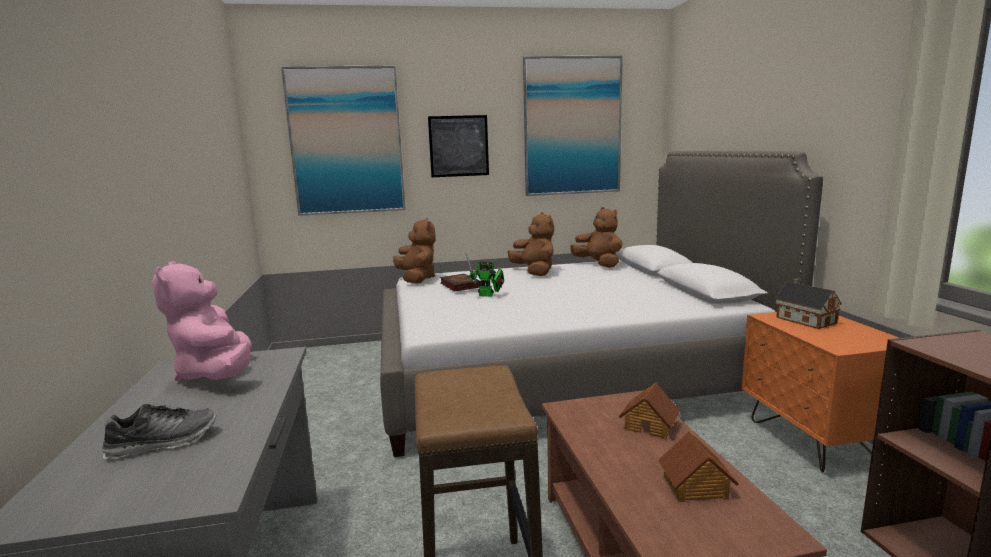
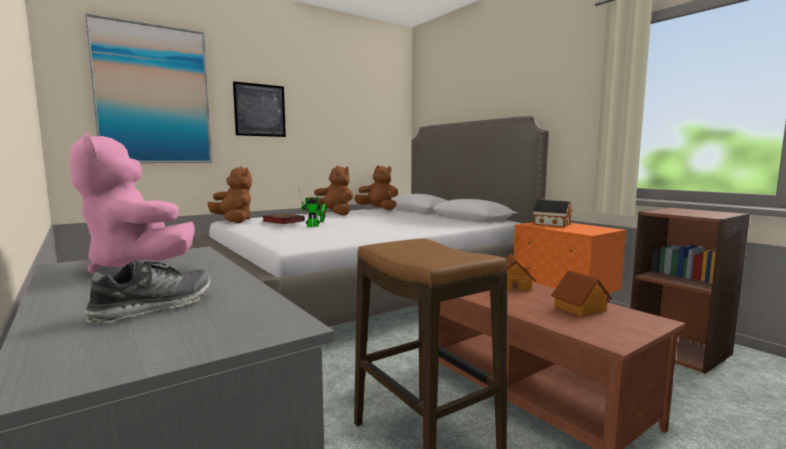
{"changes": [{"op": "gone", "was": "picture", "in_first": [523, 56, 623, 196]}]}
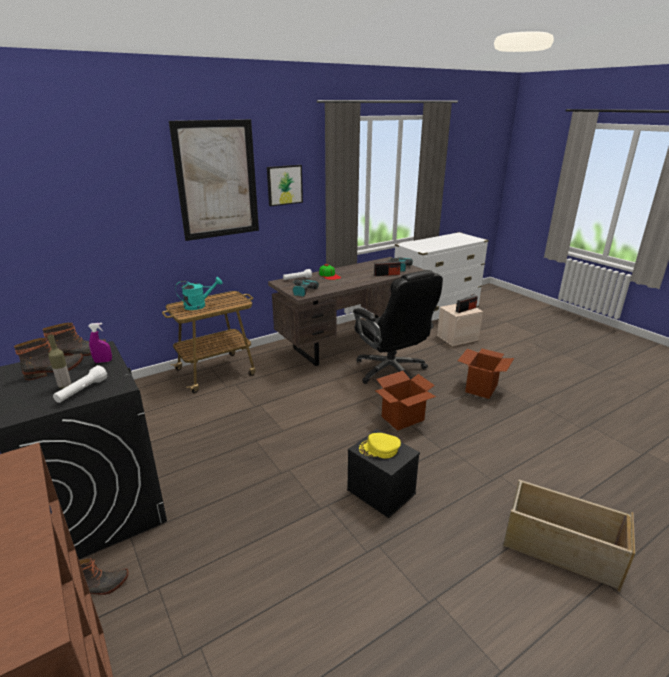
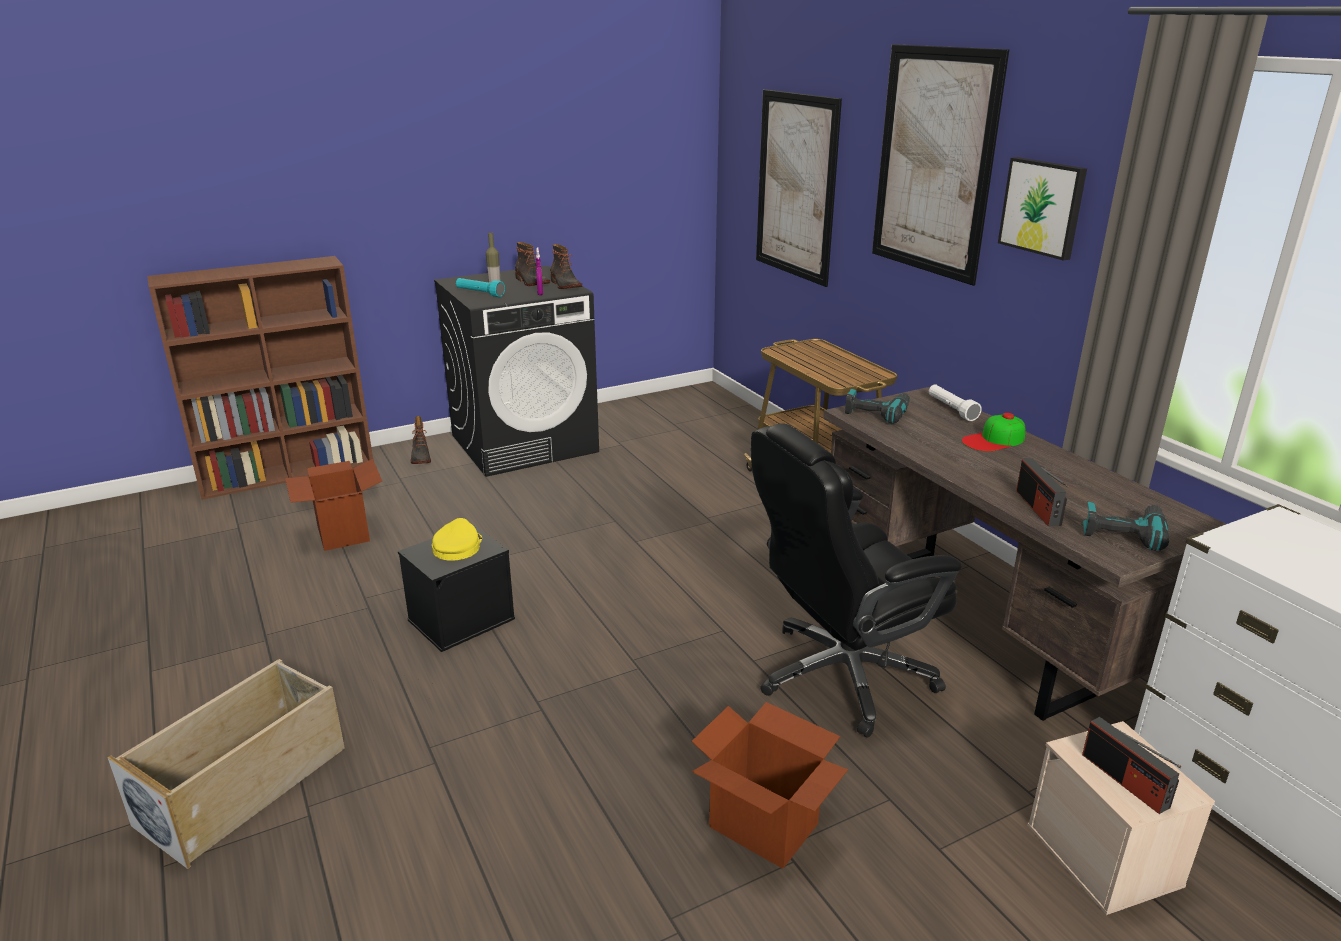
{"changes": [{"op": "shifted", "was": "cardboard box", "in_first": [375, 371, 436, 431], "in_second": [285, 459, 382, 551]}, {"op": "repainted", "was": "flashlight (white)", "now": "flashlight (turquoise)", "in_first": [53, 365, 107, 403], "in_second": [456, 278, 505, 297]}, {"op": "new", "now": "picture", "in_second": [756, 89, 842, 287]}, {"op": "gone", "was": "watering can (turquoise)", "in_first": [175, 277, 223, 310]}]}
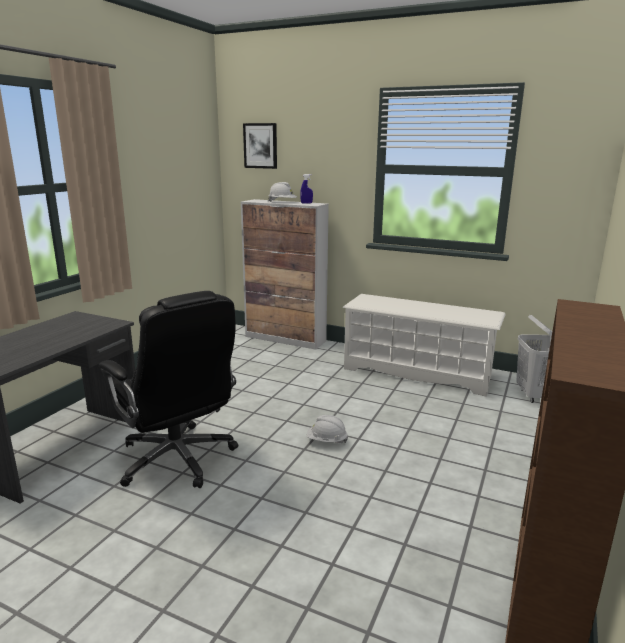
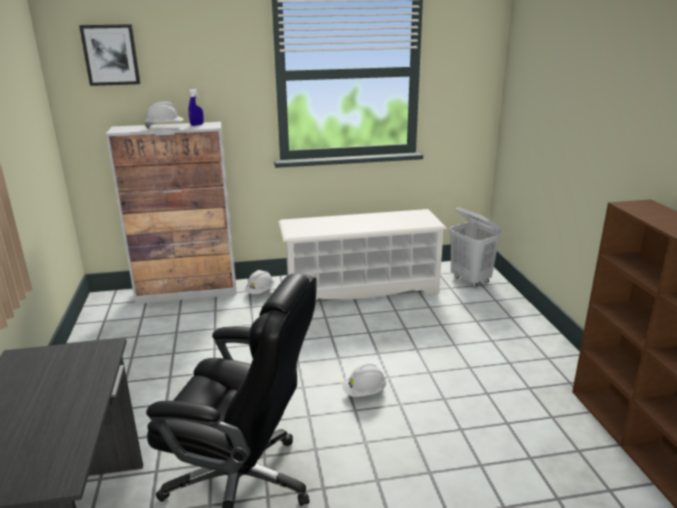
{"changes": [{"op": "new", "now": "hard hat (white)", "in_second": [244, 270, 274, 294]}]}
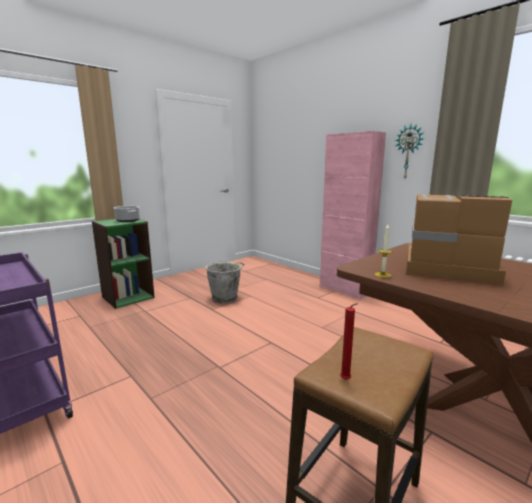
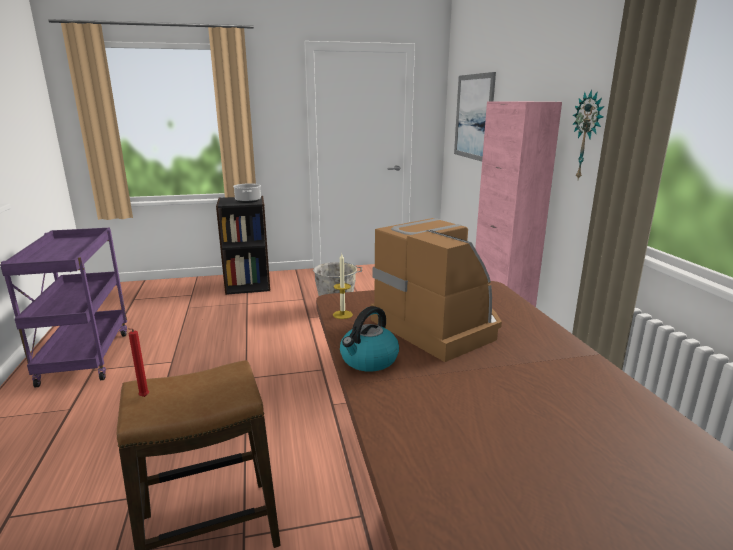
{"changes": [{"op": "repainted", "was": "bookcase (green)", "now": "bookcase (black)", "in_first": [92, 219, 155, 309], "in_second": [216, 196, 270, 295]}, {"op": "new", "now": "kettle", "in_second": [340, 306, 399, 372]}, {"op": "new", "now": "picture", "in_second": [454, 72, 496, 161]}]}
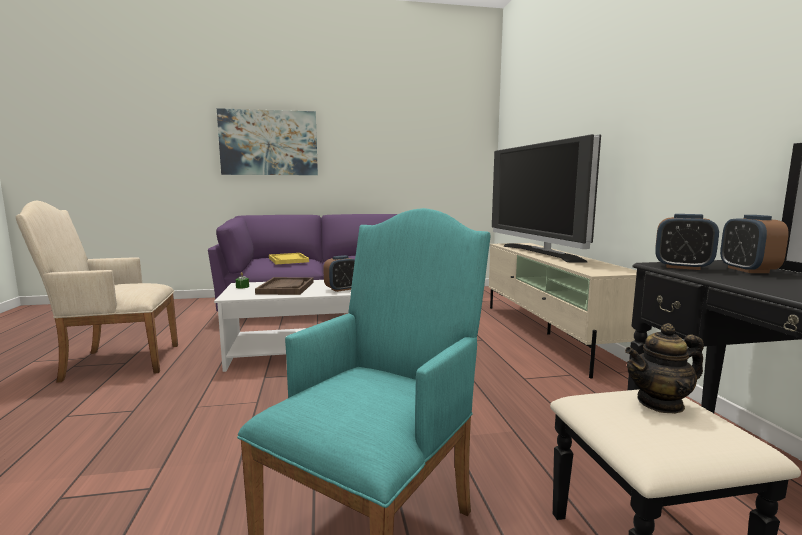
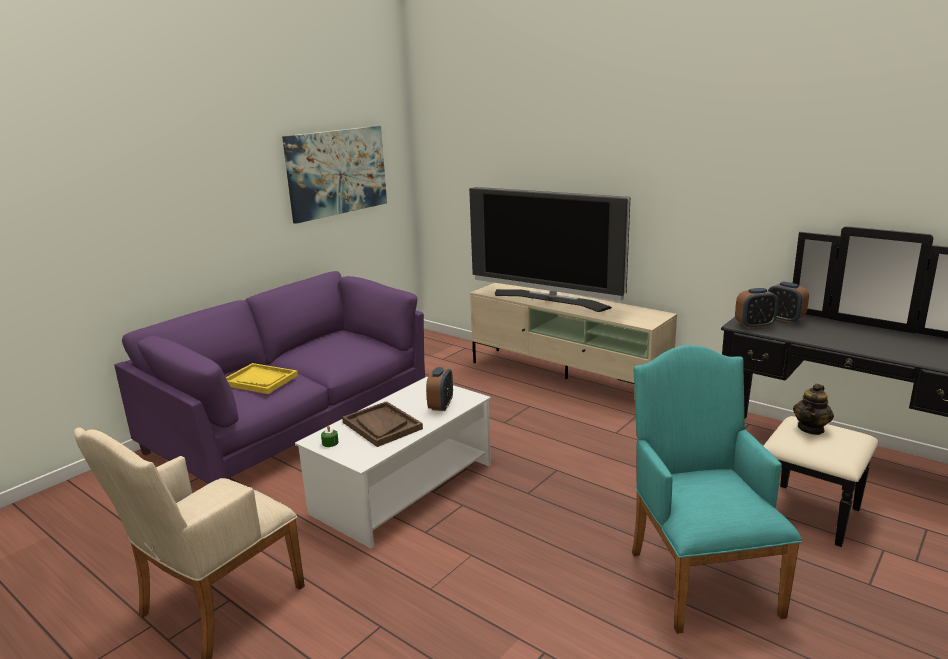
{"changes": [{"op": "shifted", "was": "picture", "in_first": [217, 108, 318, 175], "in_second": [282, 126, 387, 224]}]}
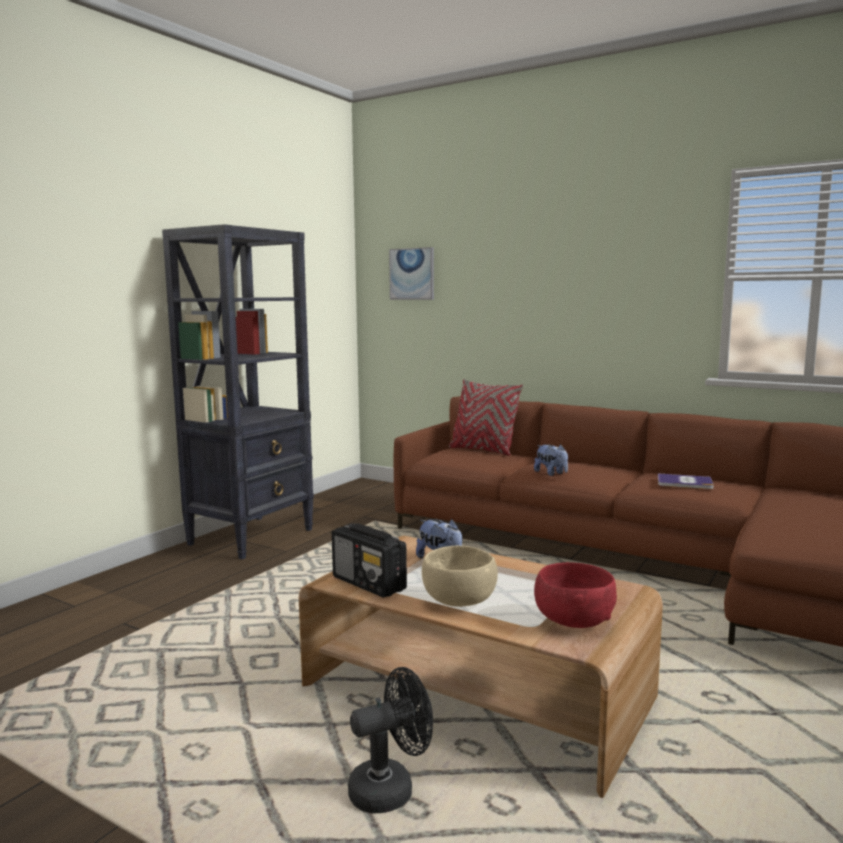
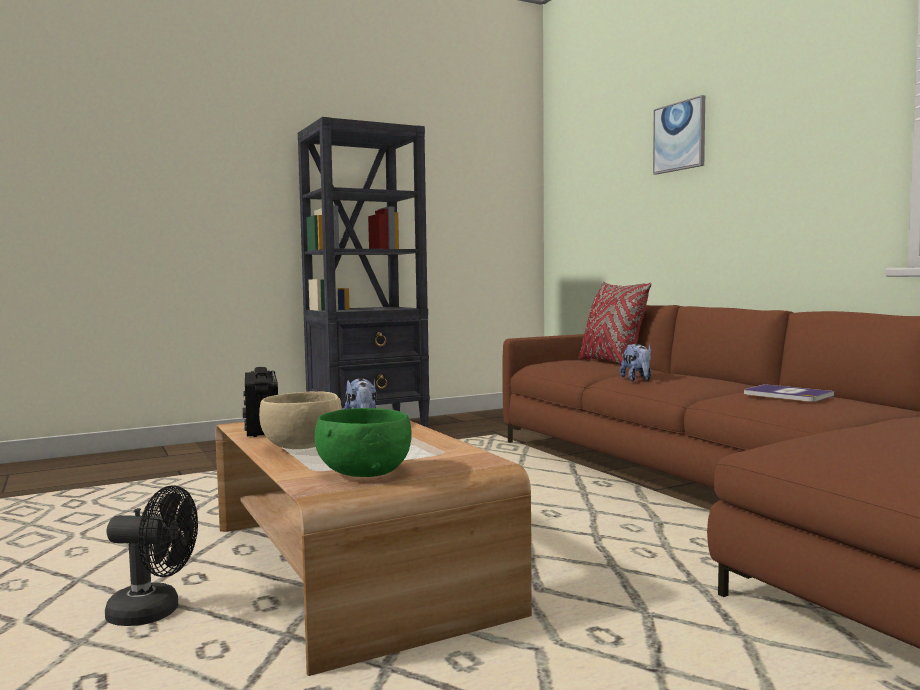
{"changes": [{"op": "repainted", "was": "bowl (red)", "now": "bowl (green)", "in_first": [534, 562, 617, 628], "in_second": [315, 408, 412, 477]}, {"op": "shifted", "was": "picture", "in_first": [389, 247, 434, 300], "in_second": [653, 95, 705, 175]}]}
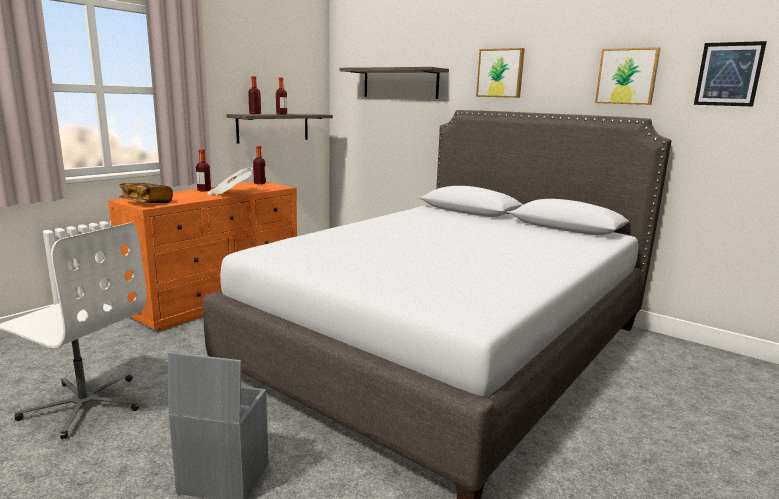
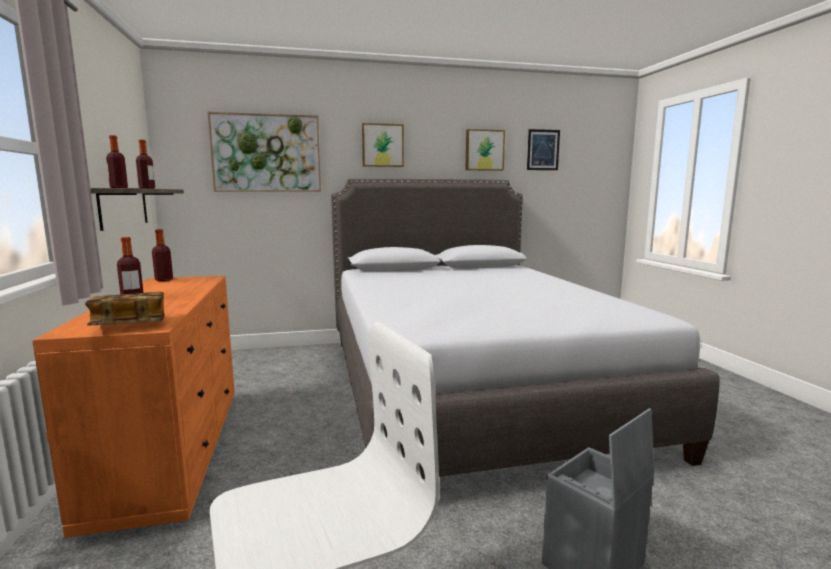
{"changes": [{"op": "swapped", "was": "shelf", "now": "picture", "in_first": [340, 67, 449, 99], "in_second": [208, 112, 321, 192]}, {"op": "gone", "was": "newspaper", "in_first": [207, 167, 253, 195]}]}
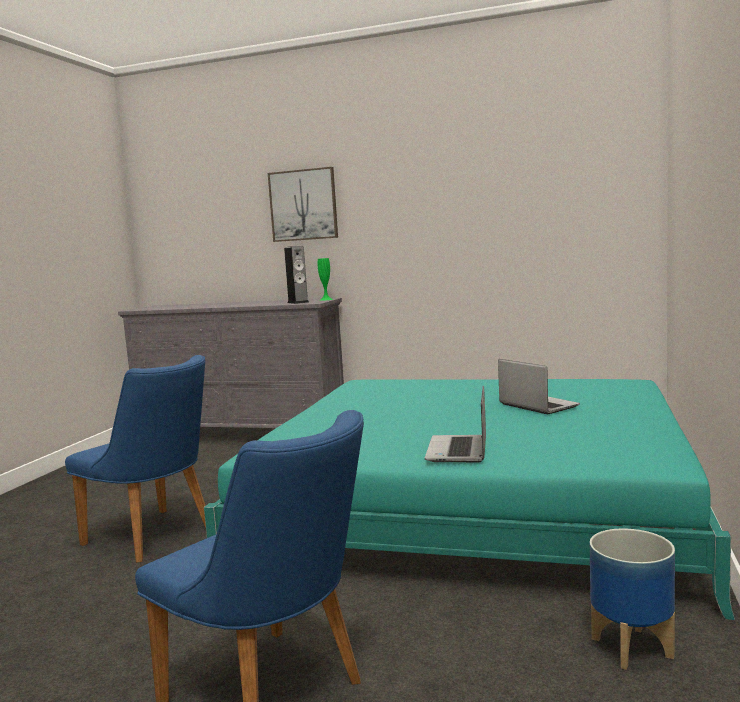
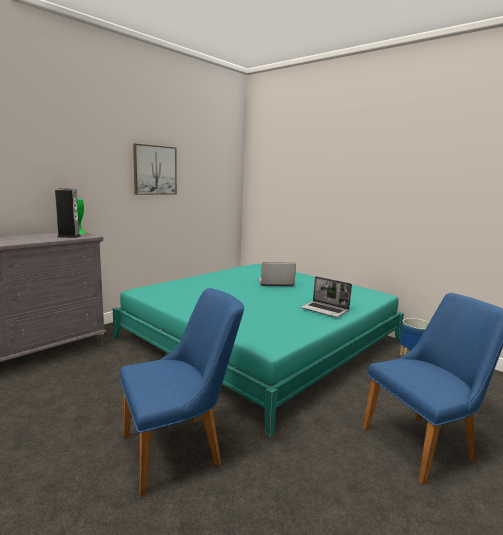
{"changes": [{"op": "shifted", "was": "picture", "in_first": [268, 167, 338, 242], "in_second": [133, 144, 177, 195]}]}
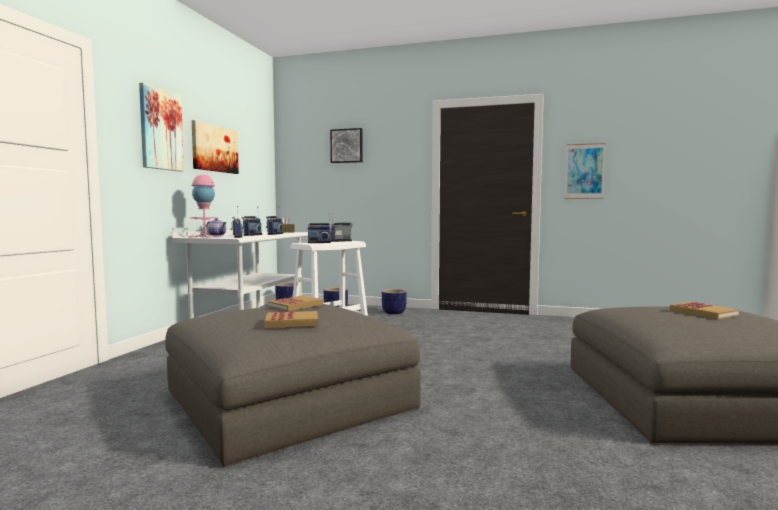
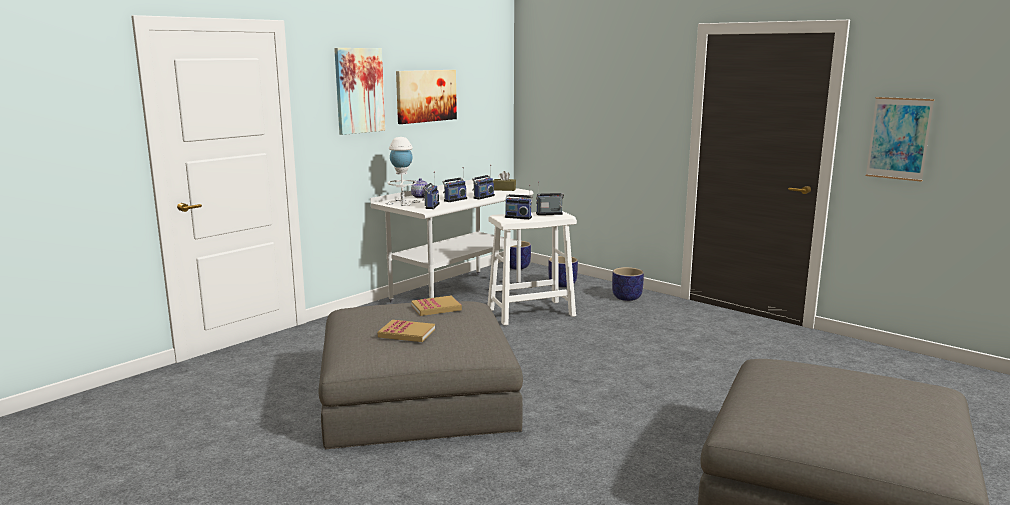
{"changes": [{"op": "repainted", "was": "table lamp (pink)", "now": "table lamp (white)", "in_first": [188, 175, 221, 238], "in_second": [385, 137, 420, 206]}, {"op": "gone", "was": "picture", "in_first": [330, 128, 363, 163]}, {"op": "gone", "was": "book", "in_first": [670, 302, 739, 320]}]}
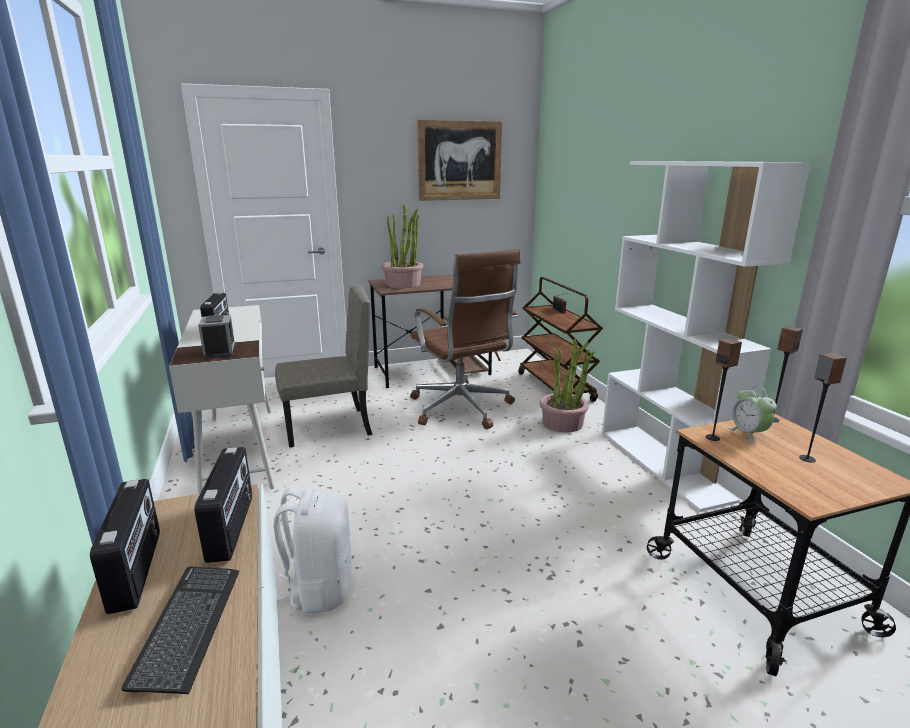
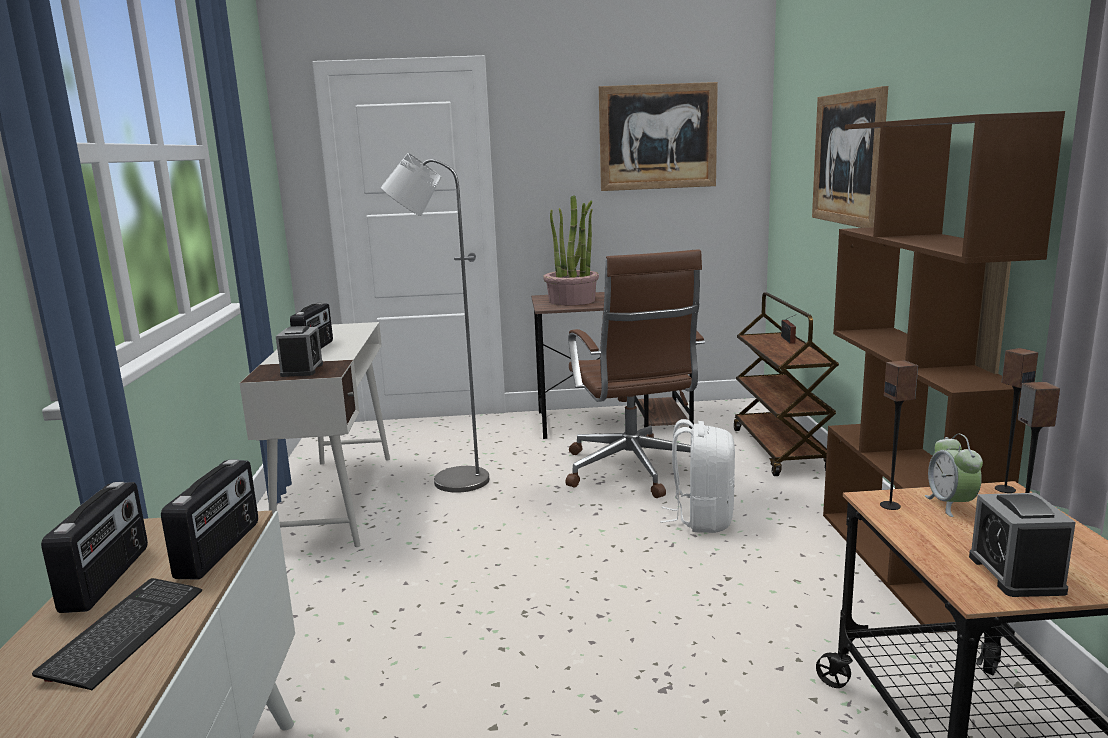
{"changes": [{"op": "swapped", "was": "chair (beige)", "now": "floor lamp (grey)", "in_first": [275, 285, 373, 448], "in_second": [381, 153, 489, 493]}, {"op": "shifted", "was": "backpack (white)", "in_first": [274, 487, 352, 613], "in_second": [660, 419, 735, 533]}, {"op": "new", "now": "picture", "in_second": [812, 86, 888, 228]}, {"op": "repainted", "was": "bookcase (white)", "now": "bookcase (brown)", "in_first": [602, 161, 811, 512], "in_second": [823, 111, 1065, 633]}, {"op": "new", "now": "alarm clock", "in_second": [969, 493, 1076, 597]}, {"op": "gone", "was": "potted plant", "in_first": [540, 339, 594, 432]}]}
